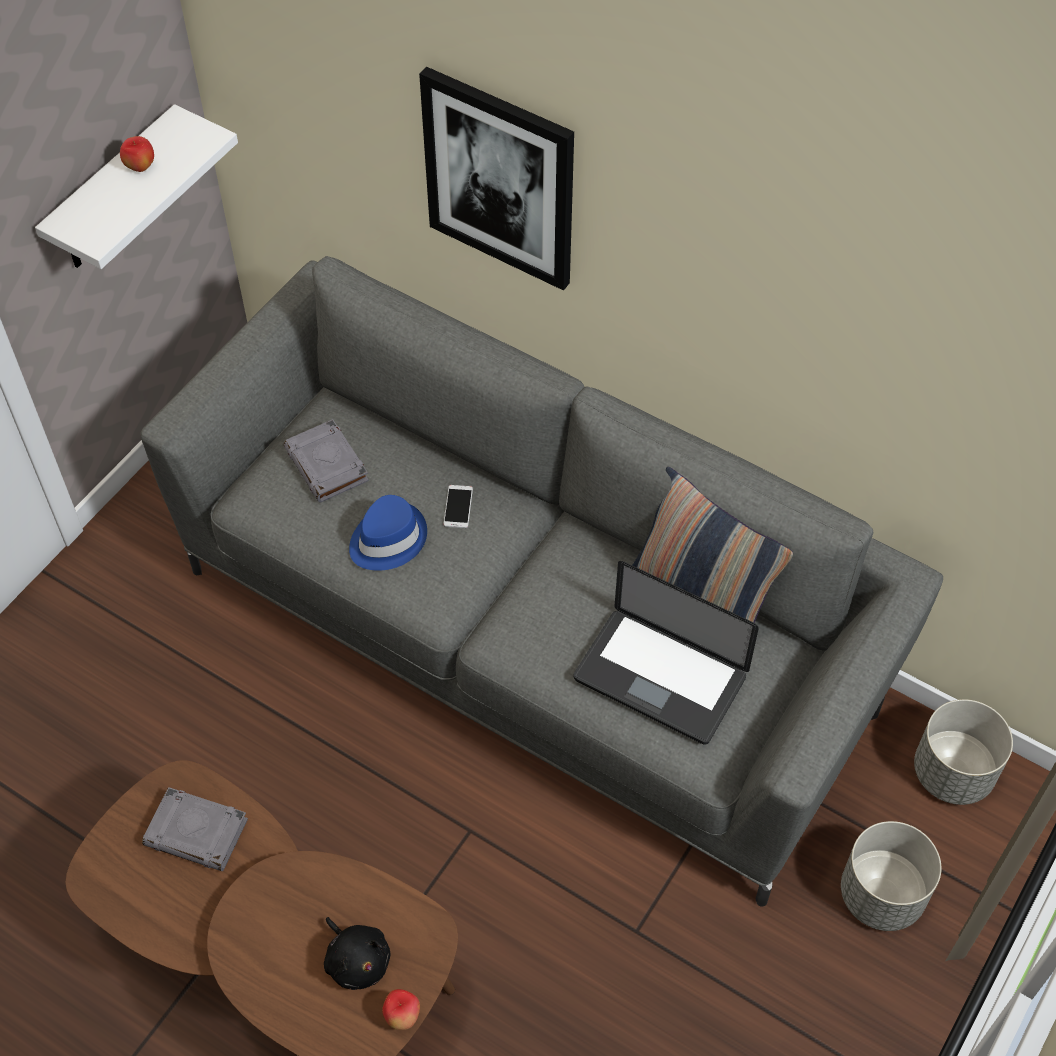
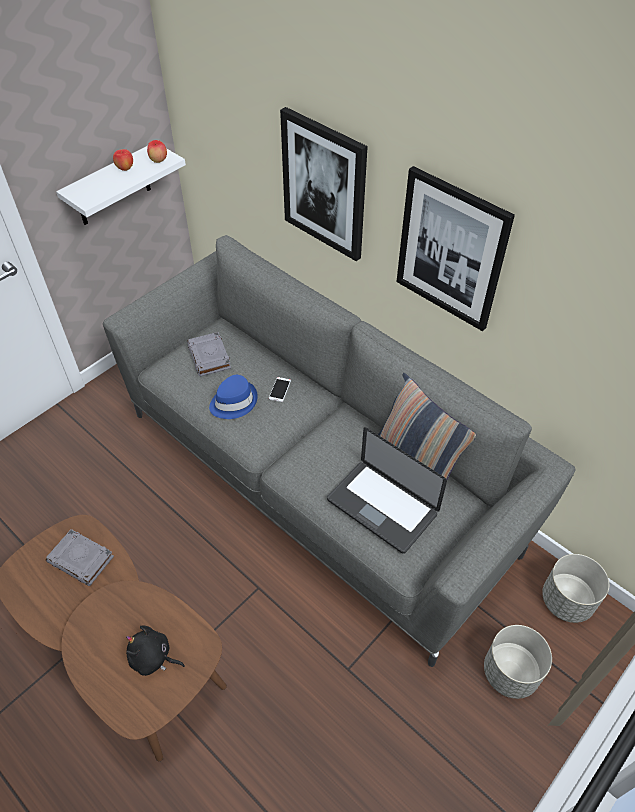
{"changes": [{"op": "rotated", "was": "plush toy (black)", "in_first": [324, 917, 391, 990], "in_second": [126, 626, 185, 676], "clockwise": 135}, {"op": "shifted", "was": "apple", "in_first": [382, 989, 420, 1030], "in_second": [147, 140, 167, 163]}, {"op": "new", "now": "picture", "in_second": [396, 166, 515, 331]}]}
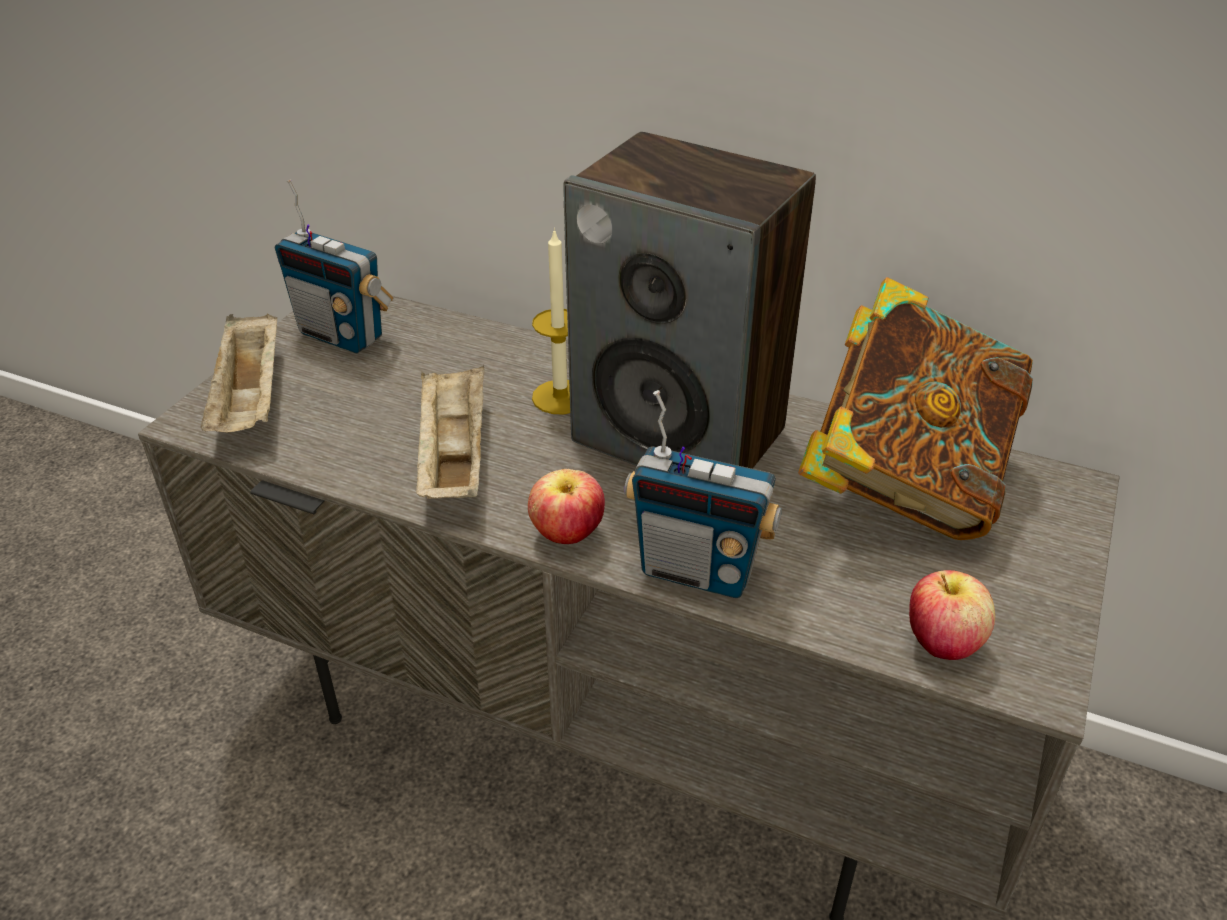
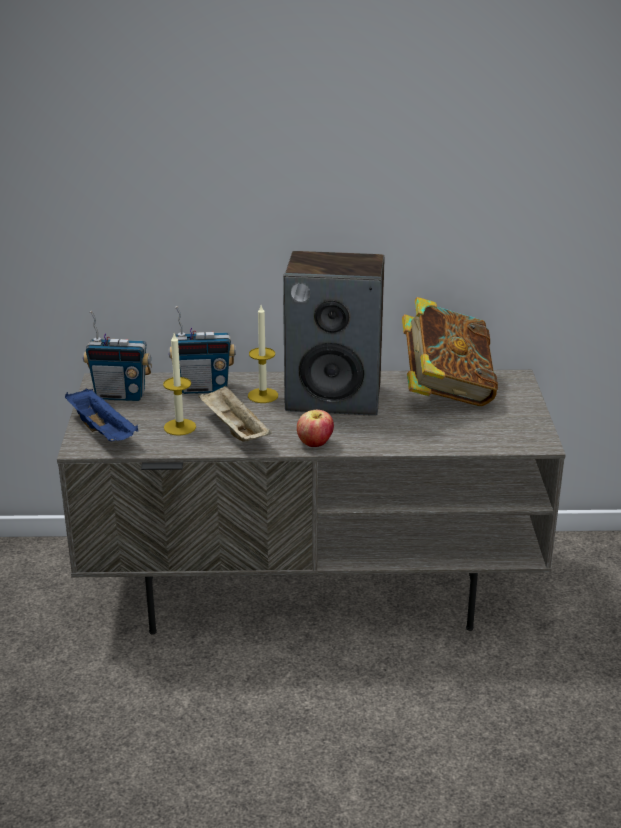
{"changes": [{"op": "repainted", "was": "tray (beige)", "now": "tray (blue)", "in_first": [200, 314, 277, 433], "in_second": [65, 389, 138, 441]}, {"op": "new", "now": "candle", "in_second": [163, 334, 196, 436]}, {"op": "shifted", "was": "radio", "in_first": [624, 390, 782, 598], "in_second": [169, 306, 236, 394]}, {"op": "gone", "was": "apple", "in_first": [909, 570, 995, 660]}]}
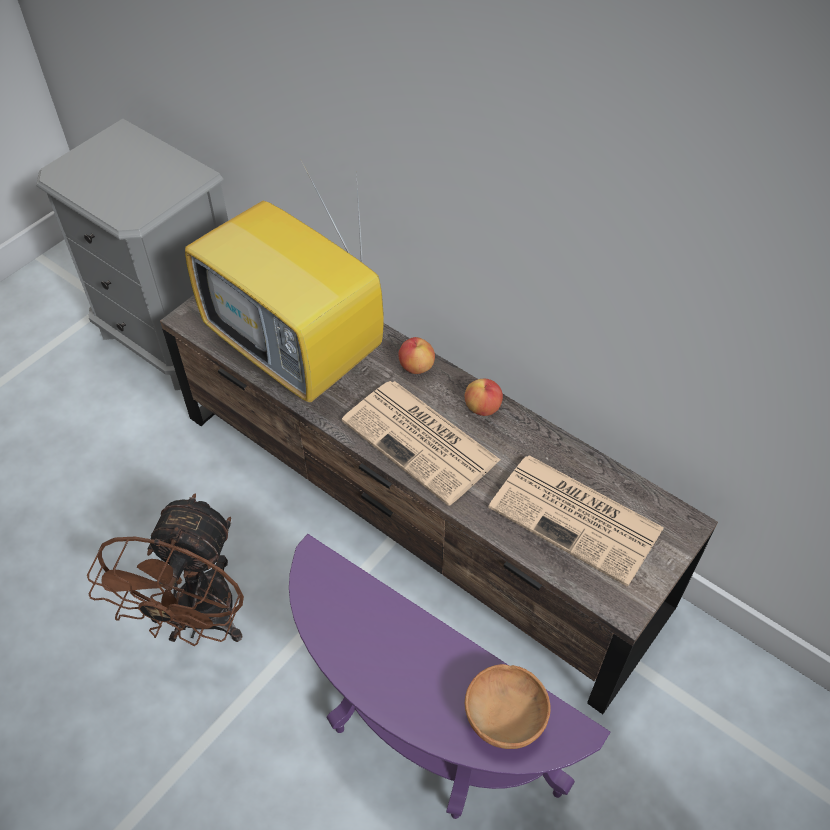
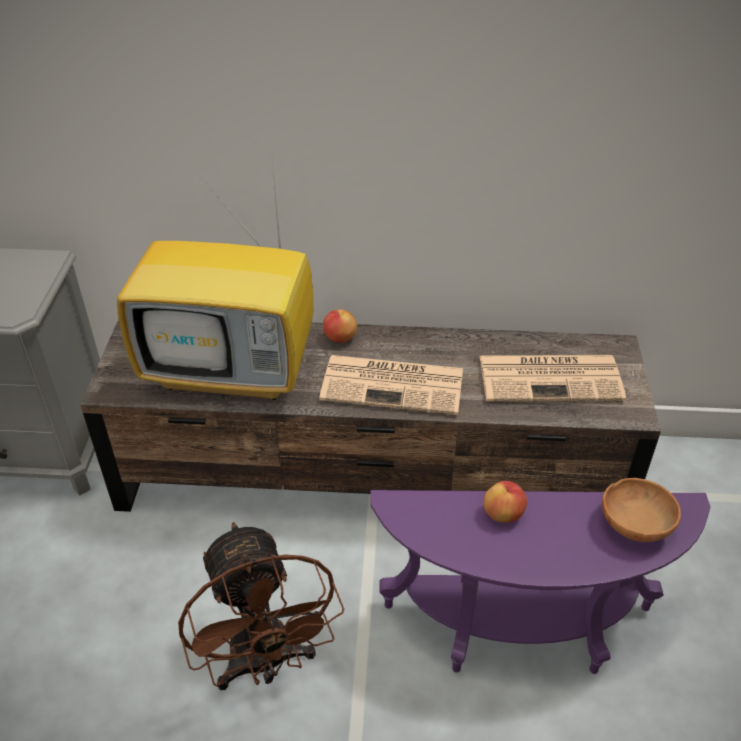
{"changes": [{"op": "shifted", "was": "apple", "in_first": [465, 379, 503, 416], "in_second": [483, 481, 527, 523]}]}
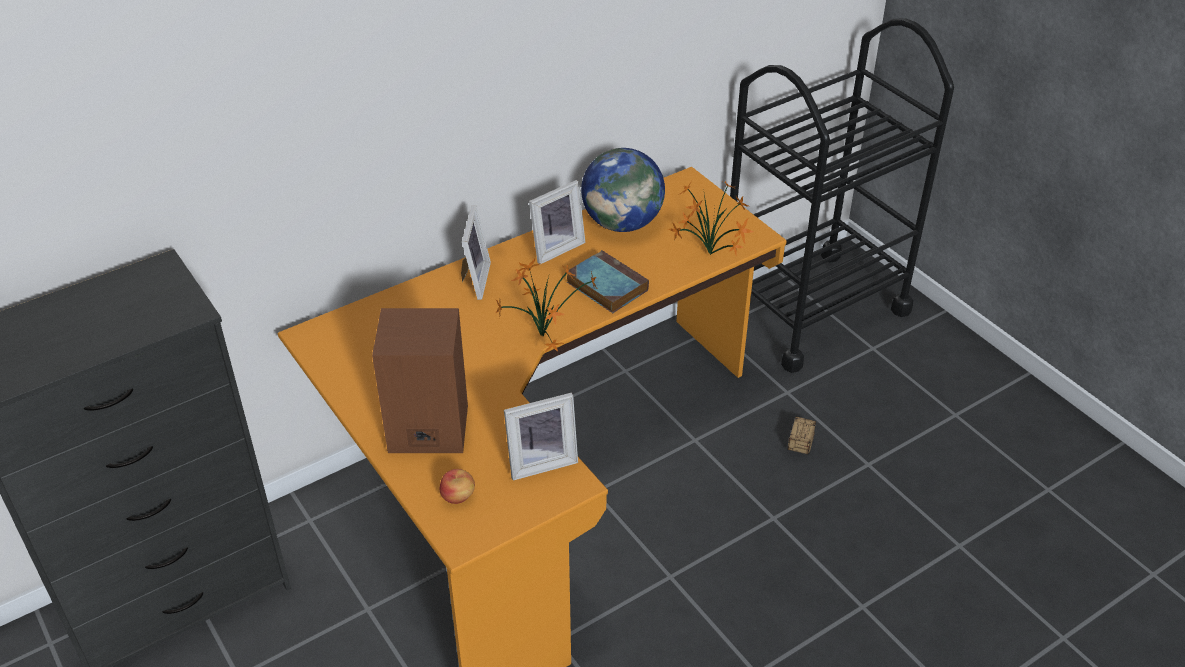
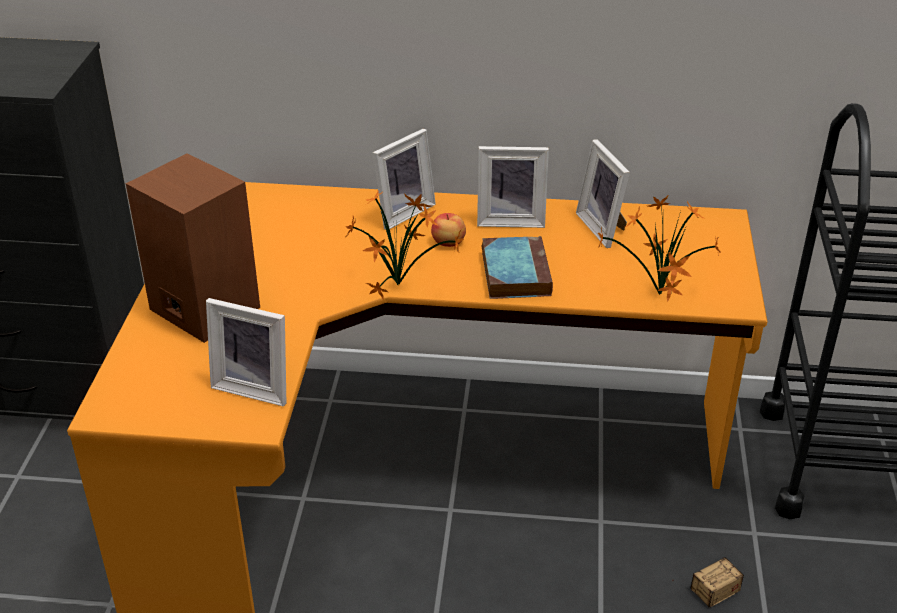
{"changes": [{"op": "shifted", "was": "apple", "in_first": [440, 469, 475, 504], "in_second": [431, 213, 466, 247]}, {"op": "swapped", "was": "globe", "now": "picture frame", "in_first": [581, 148, 665, 232], "in_second": [576, 139, 630, 248]}]}
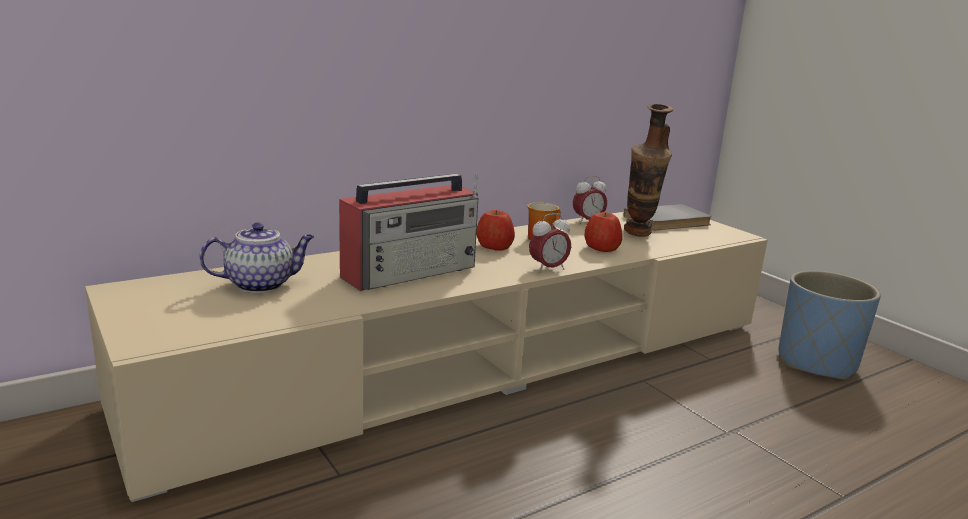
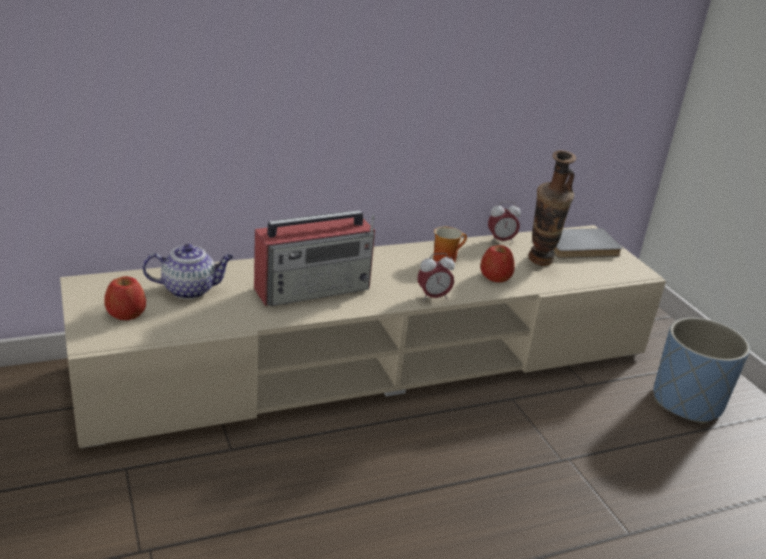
{"changes": [{"op": "shifted", "was": "apple", "in_first": [476, 210, 515, 251], "in_second": [104, 276, 146, 320]}]}
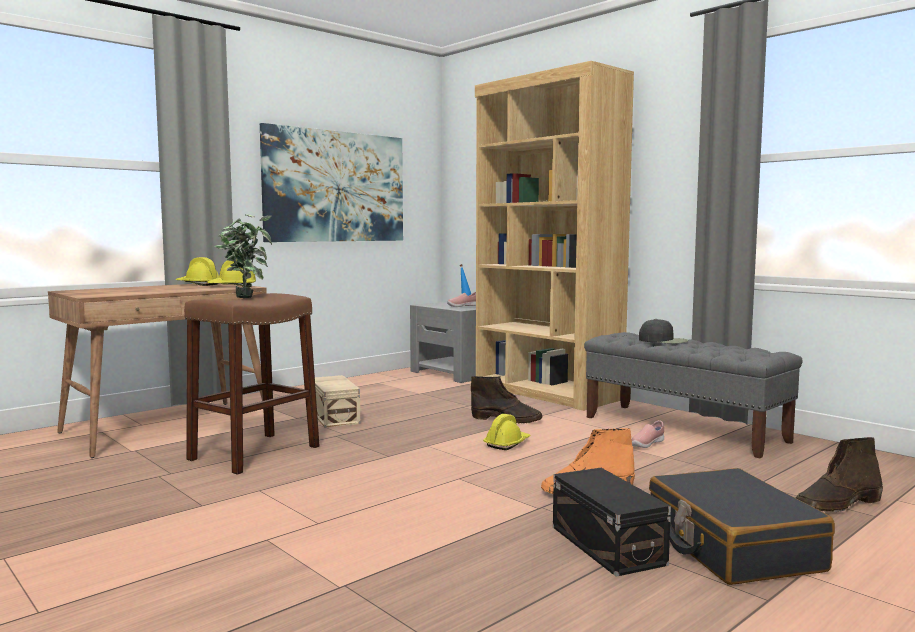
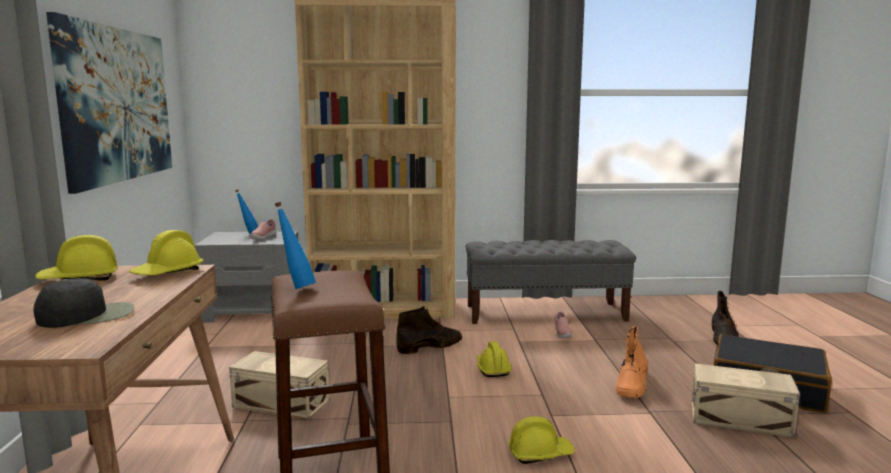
{"changes": [{"op": "shifted", "was": "cap (black)", "in_first": [639, 319, 688, 344], "in_second": [33, 278, 135, 328]}, {"op": "swapped", "was": "potted plant", "now": "bottle (blue)", "in_first": [214, 214, 272, 298], "in_second": [275, 202, 316, 289]}, {"op": "new", "now": "hard hat (yellow)", "in_second": [508, 416, 575, 464]}, {"op": "repainted", "was": "storage box (black)", "now": "storage box (beige)", "in_first": [553, 468, 671, 577], "in_second": [691, 364, 800, 438]}]}
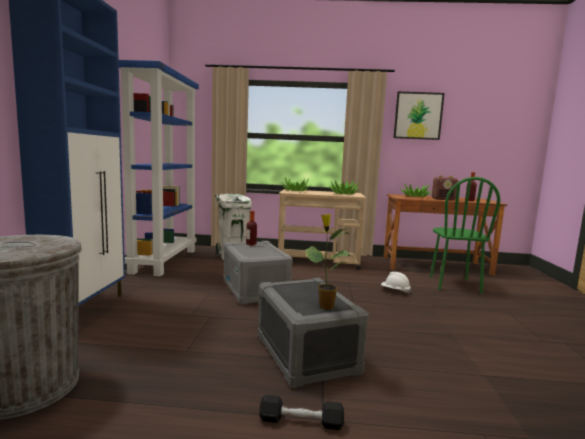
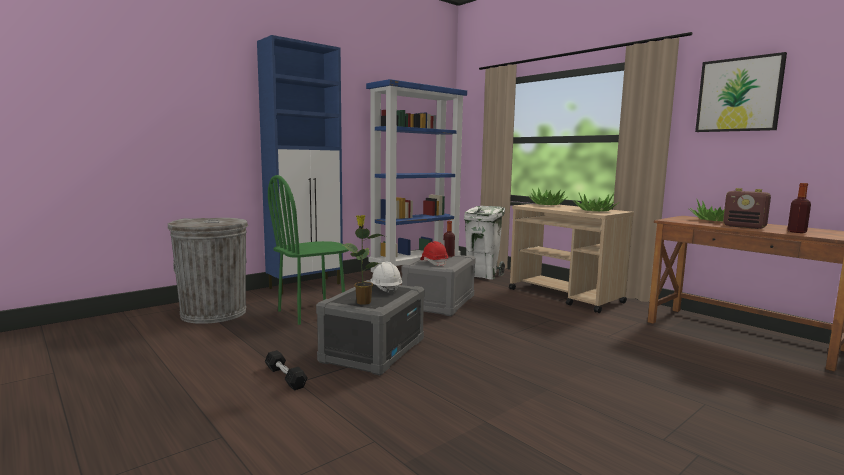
{"changes": [{"op": "shifted", "was": "chair (green)", "in_first": [430, 177, 500, 294], "in_second": [268, 175, 349, 325]}, {"op": "shifted", "was": "hard hat (white)", "in_first": [381, 272, 411, 294], "in_second": [371, 262, 403, 294]}, {"op": "new", "now": "hard hat (red)", "in_second": [420, 241, 448, 267]}]}
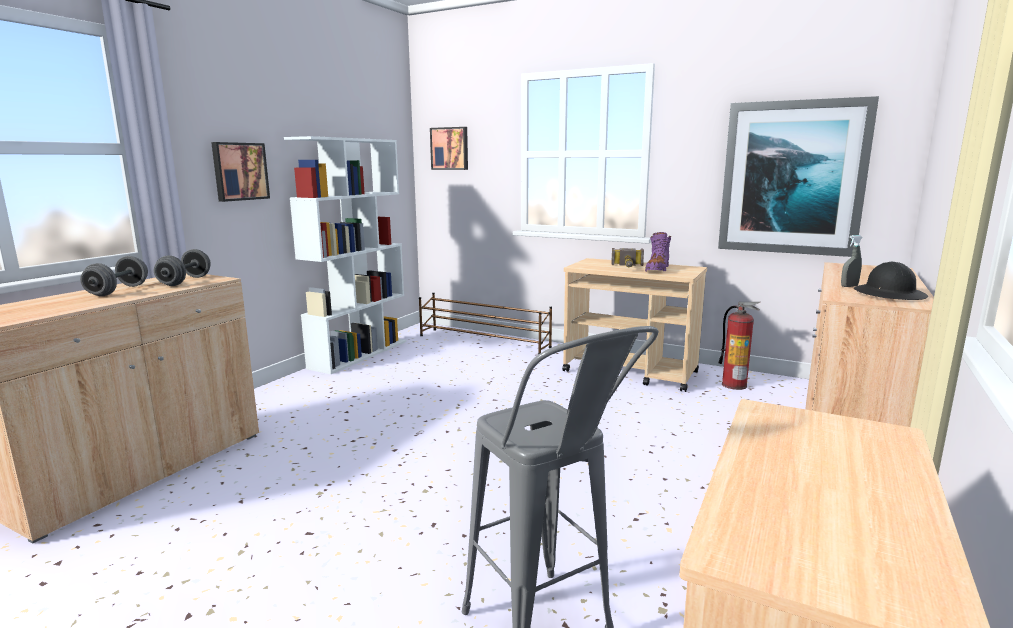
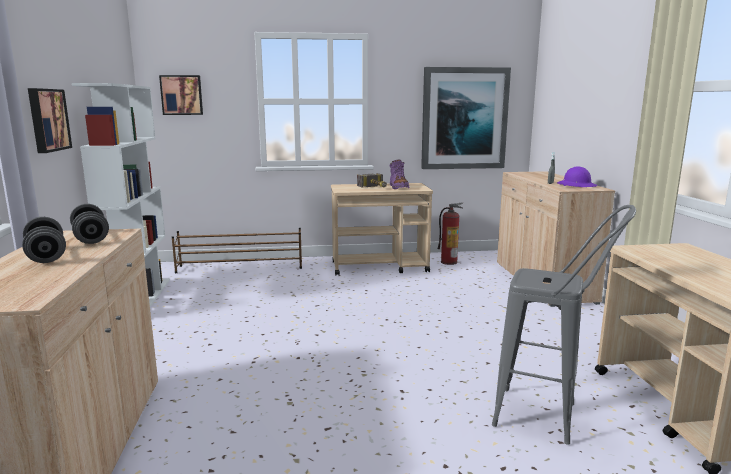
{"changes": [{"op": "repainted", "was": "hard hat (black)", "now": "hard hat (purple)", "in_first": [854, 262, 928, 300], "in_second": [557, 166, 597, 187]}]}
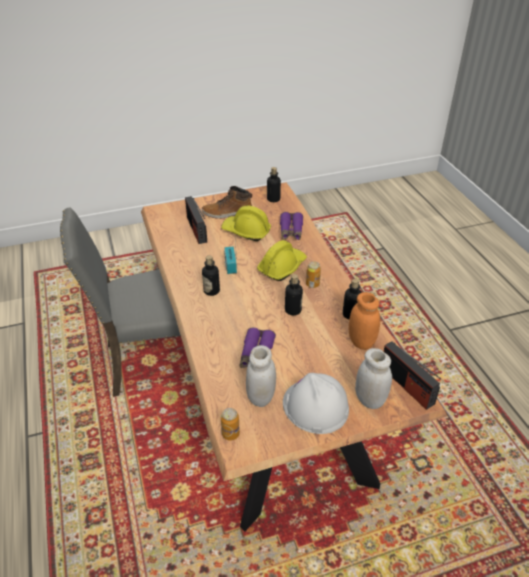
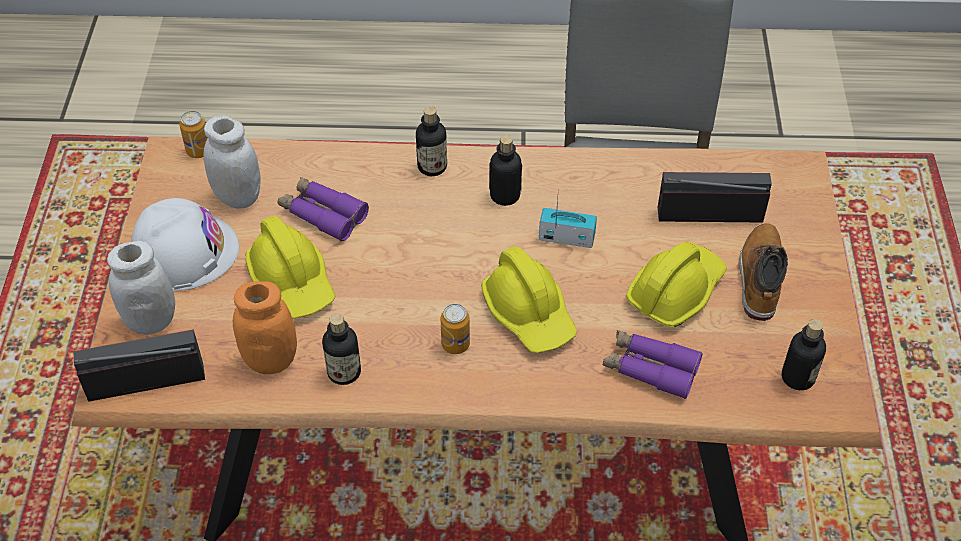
{"changes": [{"op": "new", "now": "hard hat (yellow)", "in_second": [246, 215, 335, 319]}, {"op": "shifted", "was": "bottle", "in_first": [285, 274, 303, 315], "in_second": [416, 106, 447, 176]}]}
